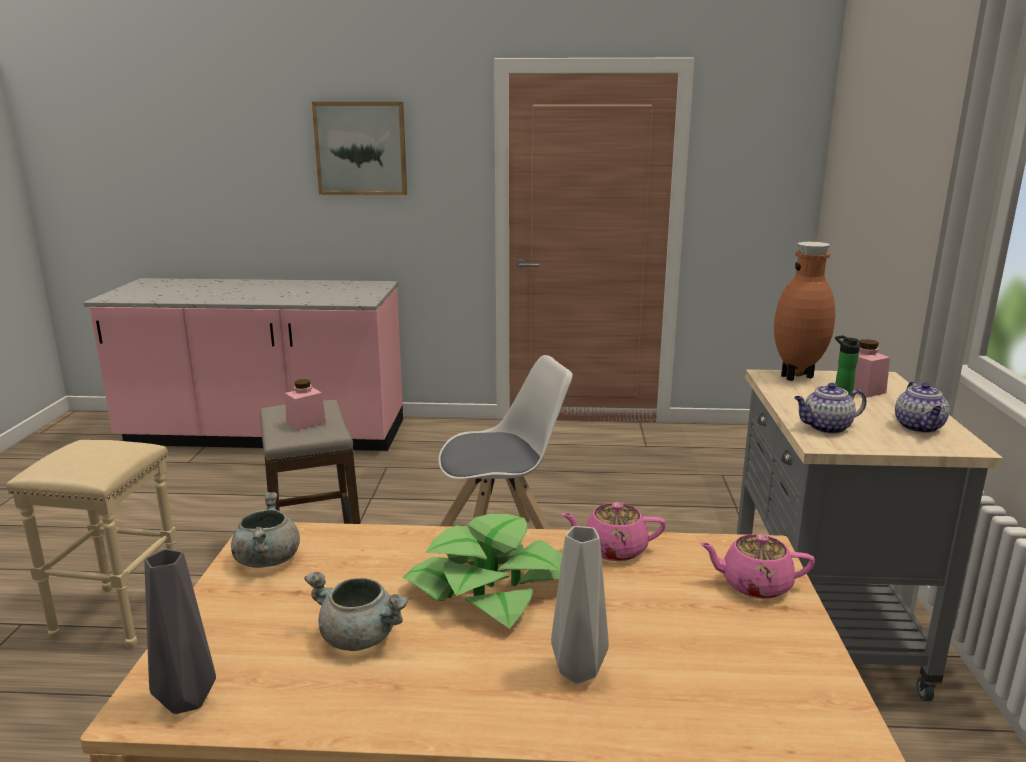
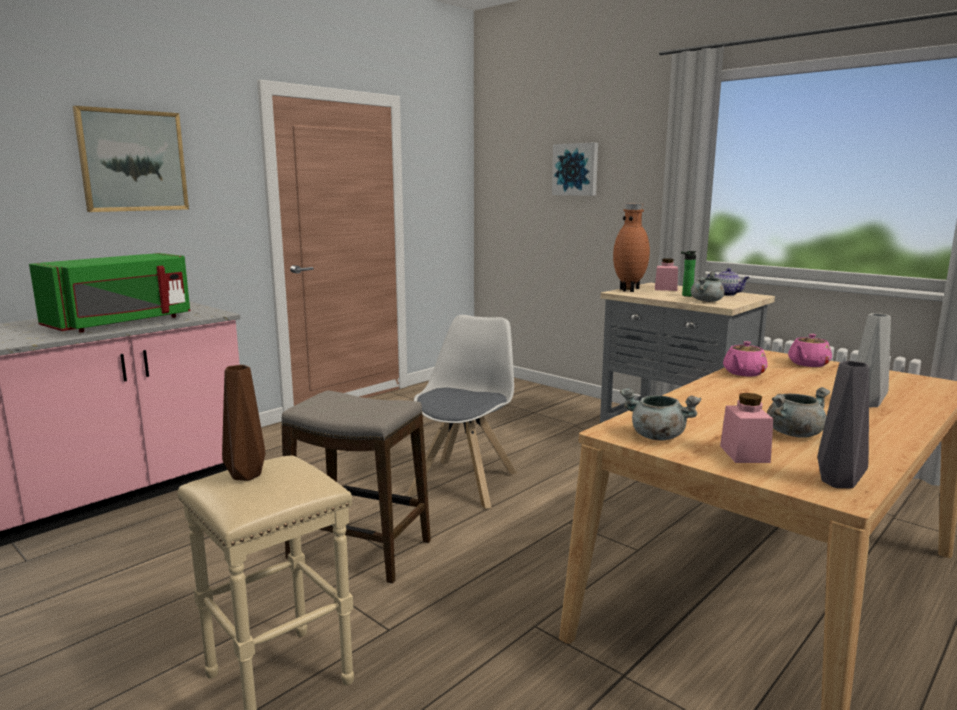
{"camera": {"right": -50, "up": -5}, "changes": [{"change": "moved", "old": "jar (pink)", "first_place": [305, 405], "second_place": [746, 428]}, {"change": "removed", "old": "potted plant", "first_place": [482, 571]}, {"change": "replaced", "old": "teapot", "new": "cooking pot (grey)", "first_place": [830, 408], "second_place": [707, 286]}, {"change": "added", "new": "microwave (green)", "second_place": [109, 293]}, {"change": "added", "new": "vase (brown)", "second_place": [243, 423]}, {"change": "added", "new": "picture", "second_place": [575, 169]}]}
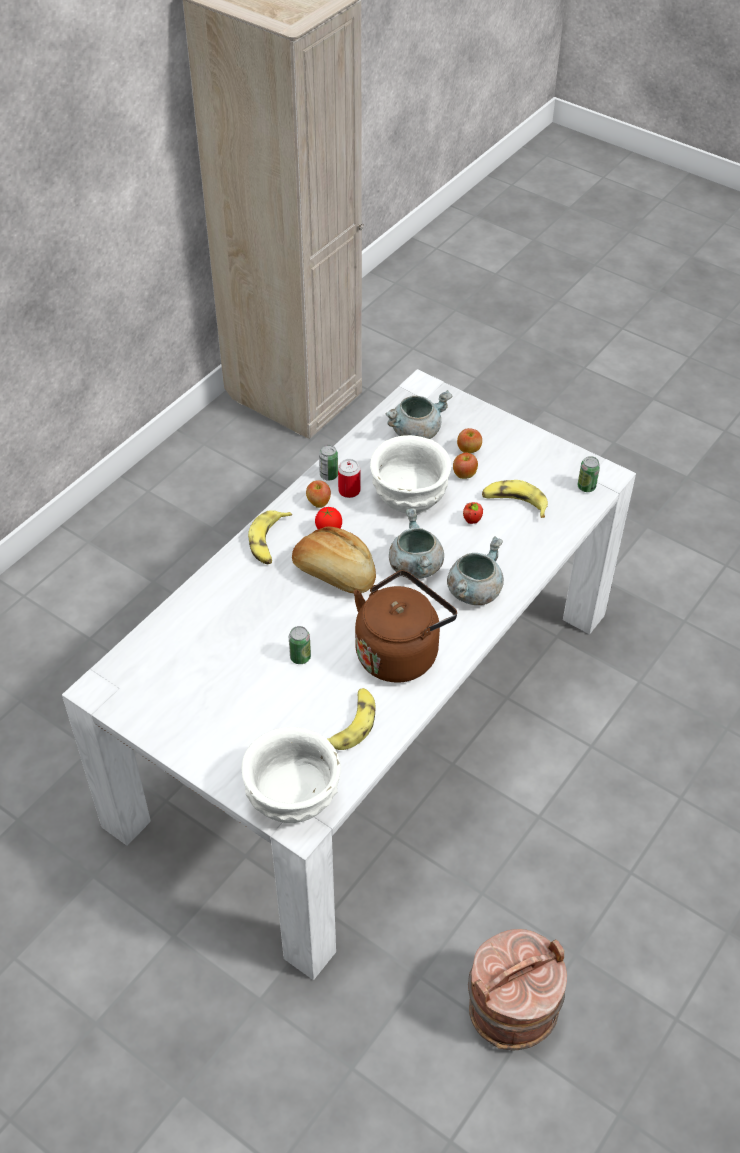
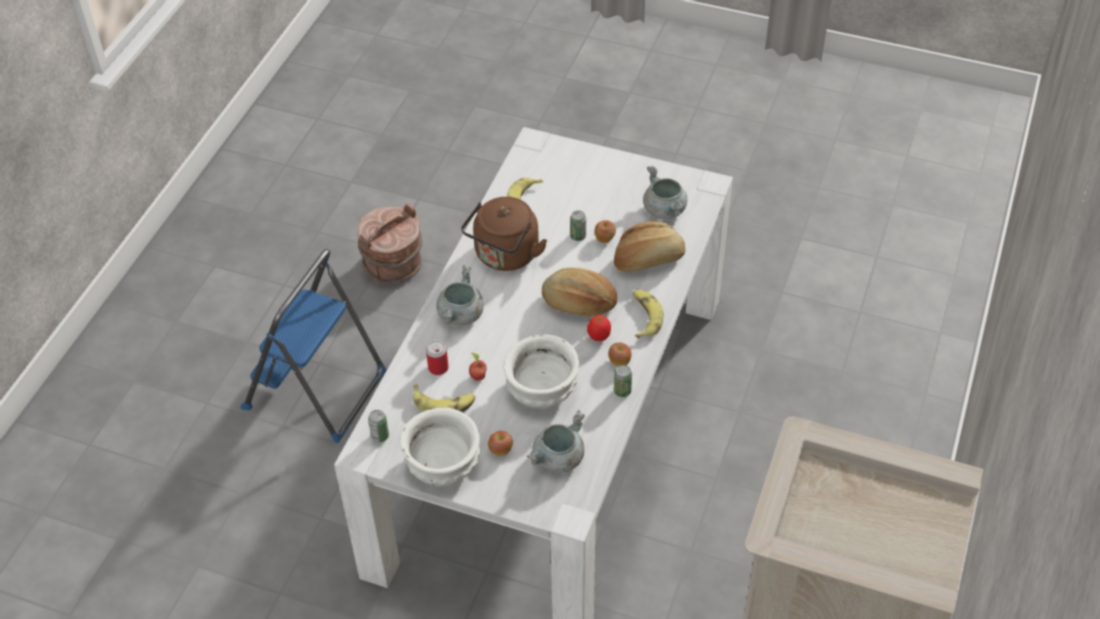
{"camera": {"right": 165, "up": 0}, "changes": [{"change": "moved", "old": "bowl (white)", "first_place": [291, 775], "second_place": [440, 447]}, {"change": "moved", "old": "can", "first_place": [349, 478], "second_place": [437, 357]}, {"change": "moved", "old": "cooking pot (grey)", "first_place": [416, 543], "second_place": [665, 192]}, {"change": "moved", "old": "apple", "first_place": [465, 466], "second_place": [605, 231]}, {"change": "added", "new": "step ladder (blue)", "second_place": [314, 346]}, {"change": "added", "new": "bread", "second_place": [649, 246]}]}
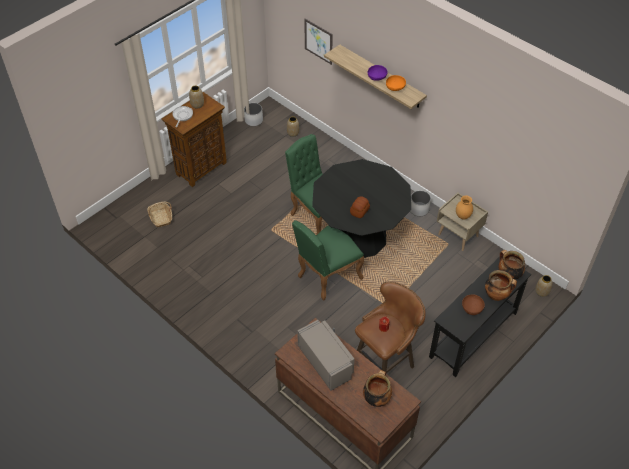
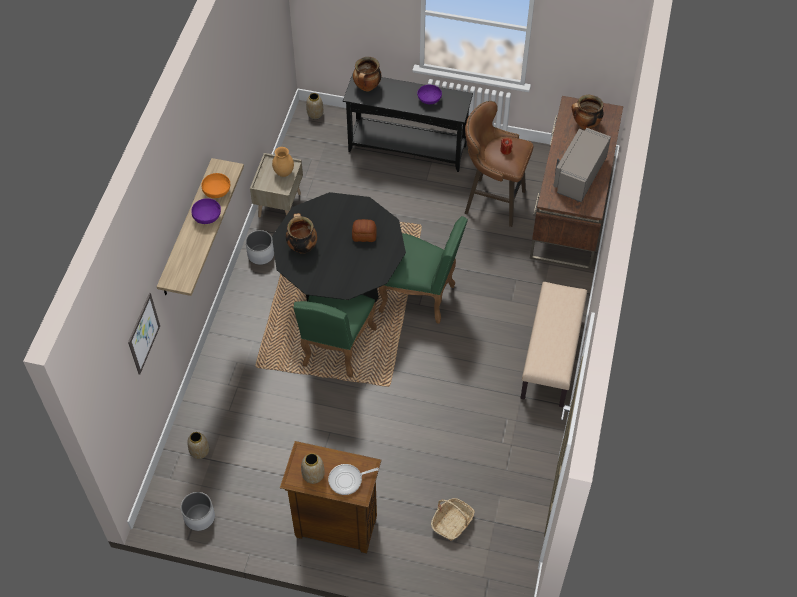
{"camera": {"right": -120, "up": 5}, "changes": [{"change": "recoloured", "old": "bowl (brown)", "new": "bowl (purple)", "first_place": [473, 304], "second_place": [429, 94]}, {"change": "moved", "old": "cooking pot", "first_place": [501, 285], "second_place": [301, 233]}, {"change": "added", "new": "bench (beige)", "second_place": [554, 344]}]}
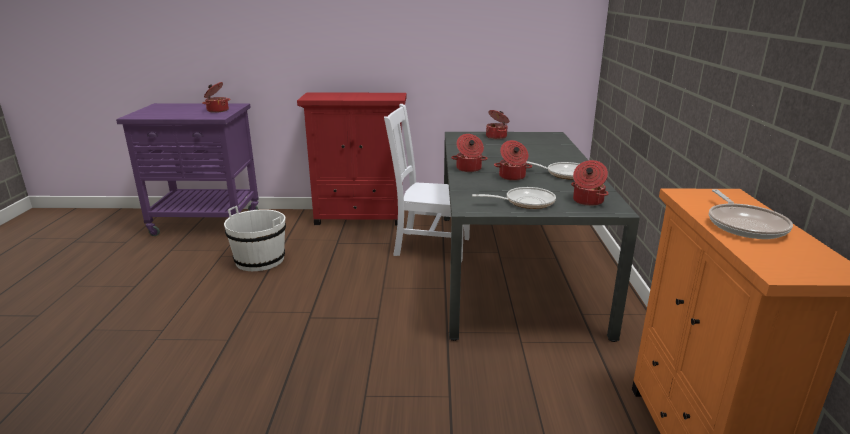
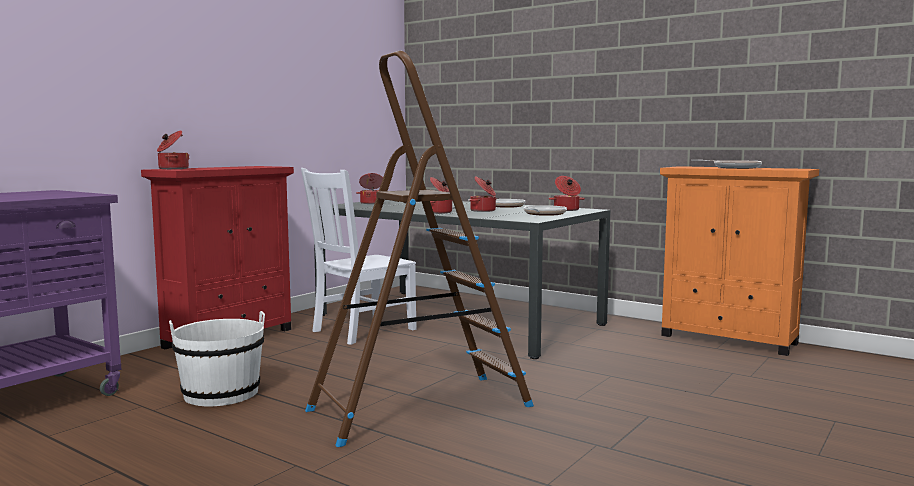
{"camera": {"right": -55, "up": -15}, "changes": [{"change": "moved", "old": "cooking pot", "first_place": [216, 97], "second_place": [173, 149]}, {"change": "added", "new": "step ladder (brown)", "second_place": [419, 249]}]}
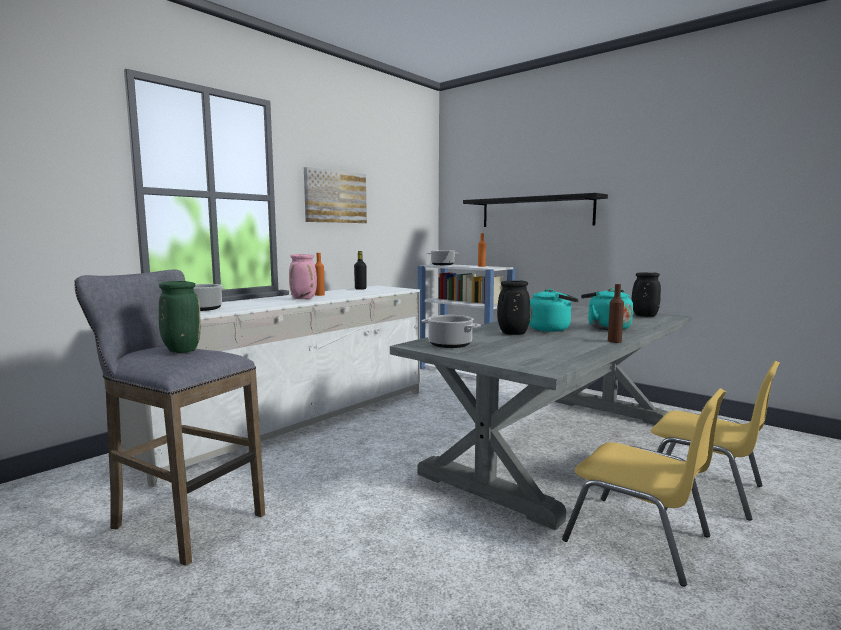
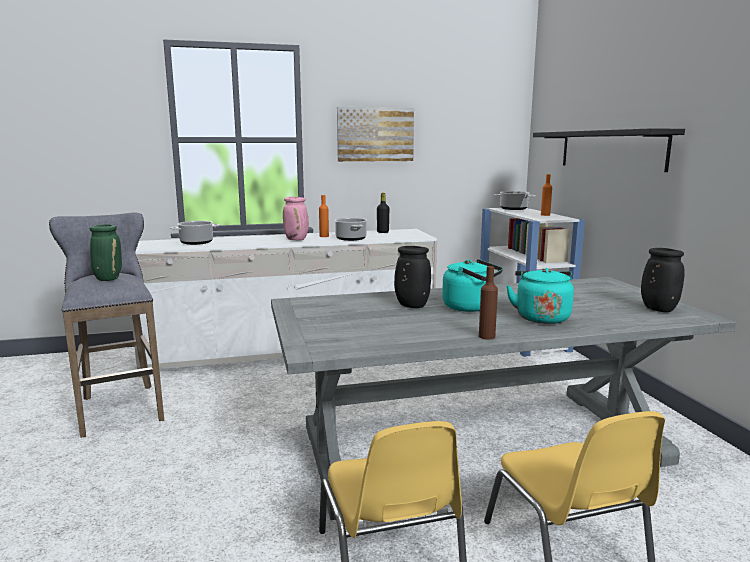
{"camera": {"right": 35, "up": 5}, "changes": [{"change": "moved", "old": "cooking pot", "first_place": [451, 331], "second_place": [350, 229]}]}
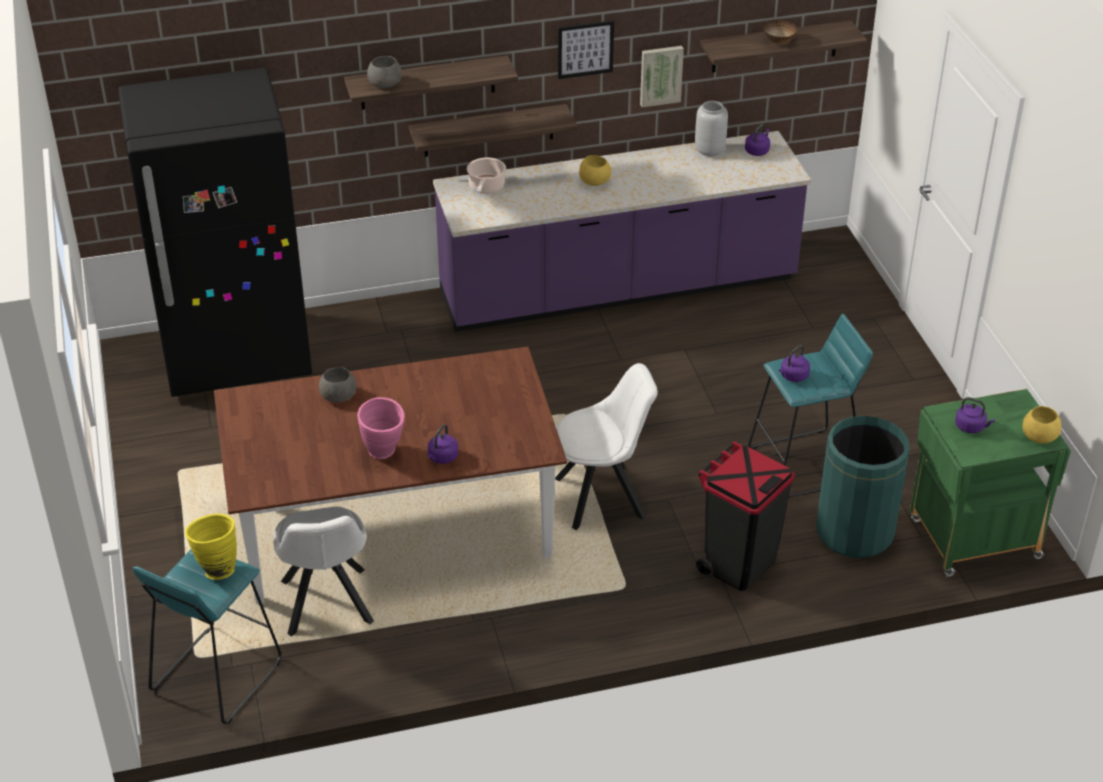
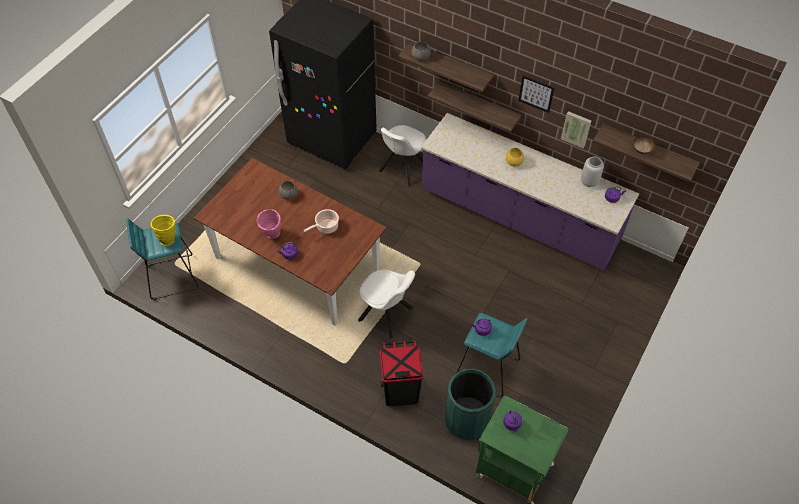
{"camera": {"right": 45, "up": 15}, "changes": [{"change": "moved", "old": "chair (white)", "first_place": [324, 572], "second_place": [402, 156]}, {"change": "moved", "old": "cooking pot", "first_place": [486, 176], "second_place": [321, 221]}, {"change": "removed", "old": "bowl (yellow)", "first_place": [1042, 424]}]}
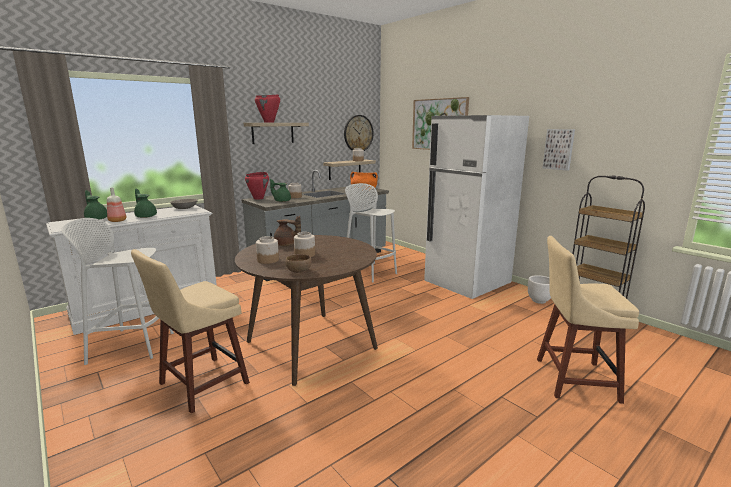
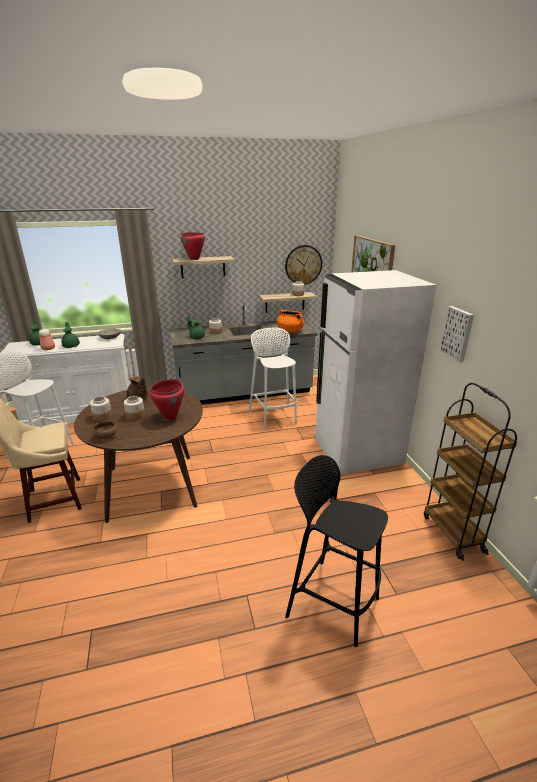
{"camera": {"right": 25, "up": 10}, "changes": [{"change": "moved", "old": "cooking pot (red)", "first_place": [257, 186], "second_place": [167, 399]}, {"change": "removed", "old": "planter (white)", "first_place": [539, 289]}, {"change": "replaced", "old": "chair (beige)", "new": "stool (black)", "first_place": [588, 320], "second_place": [336, 551]}]}
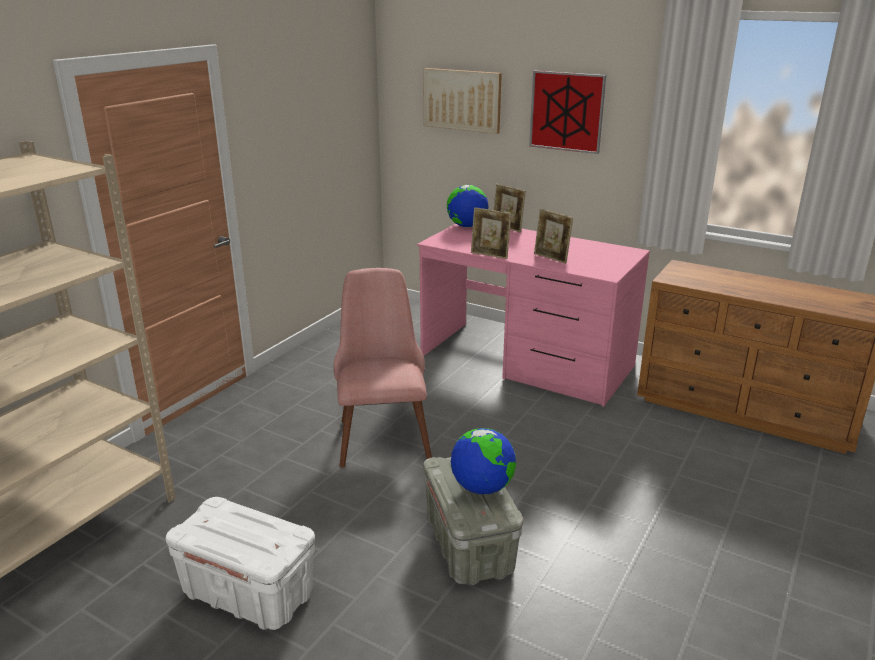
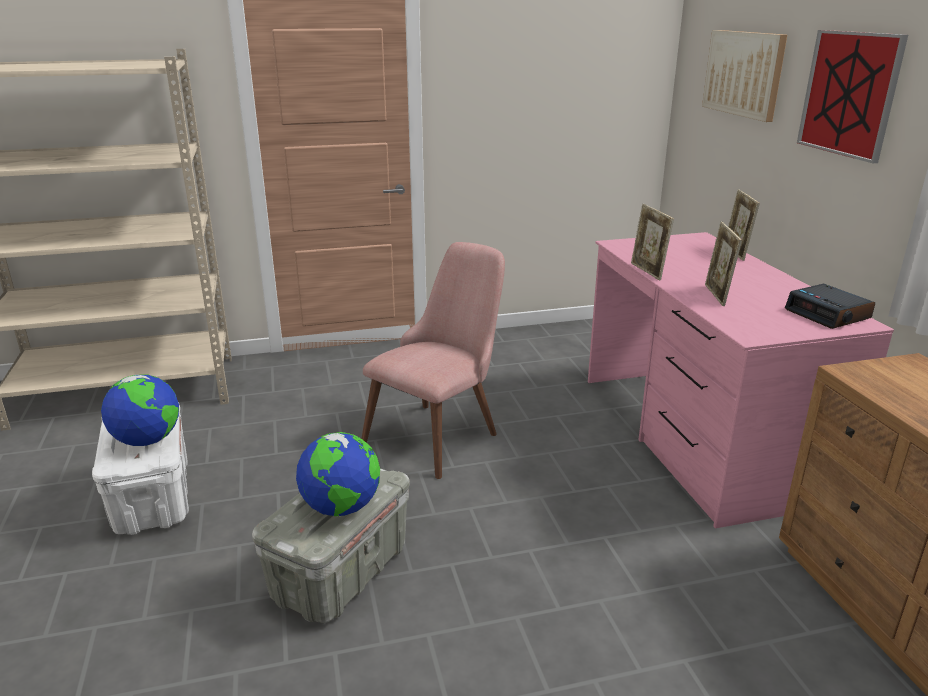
{"camera": {"right": 45, "up": 0}, "changes": [{"change": "moved", "old": "globe", "first_place": [467, 206], "second_place": [140, 410]}, {"change": "added", "new": "alarm clock", "second_place": [830, 306]}]}
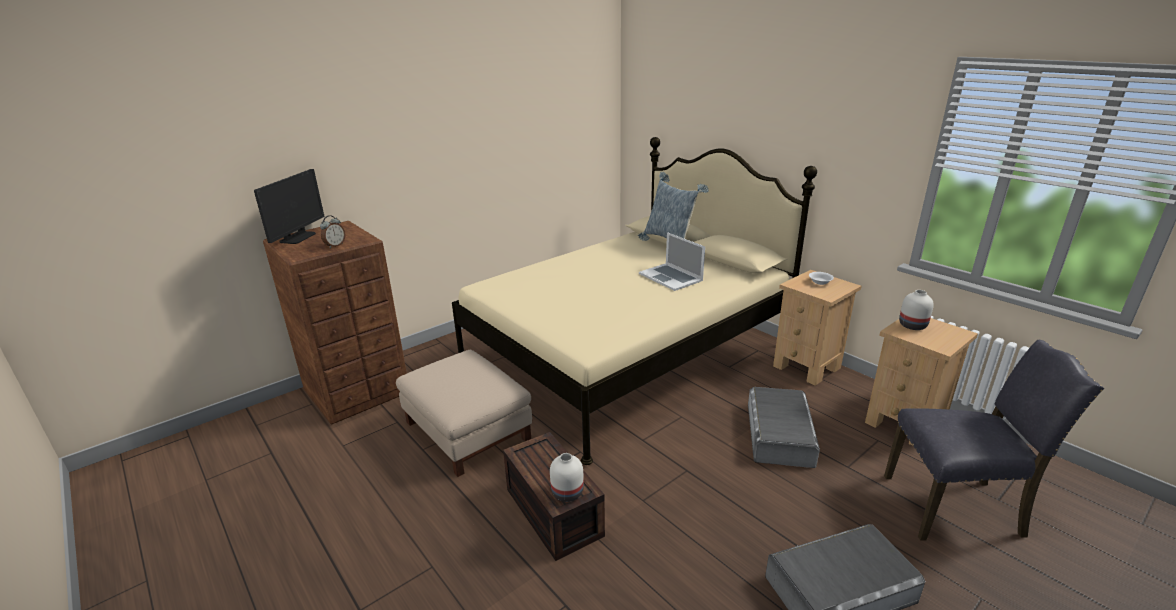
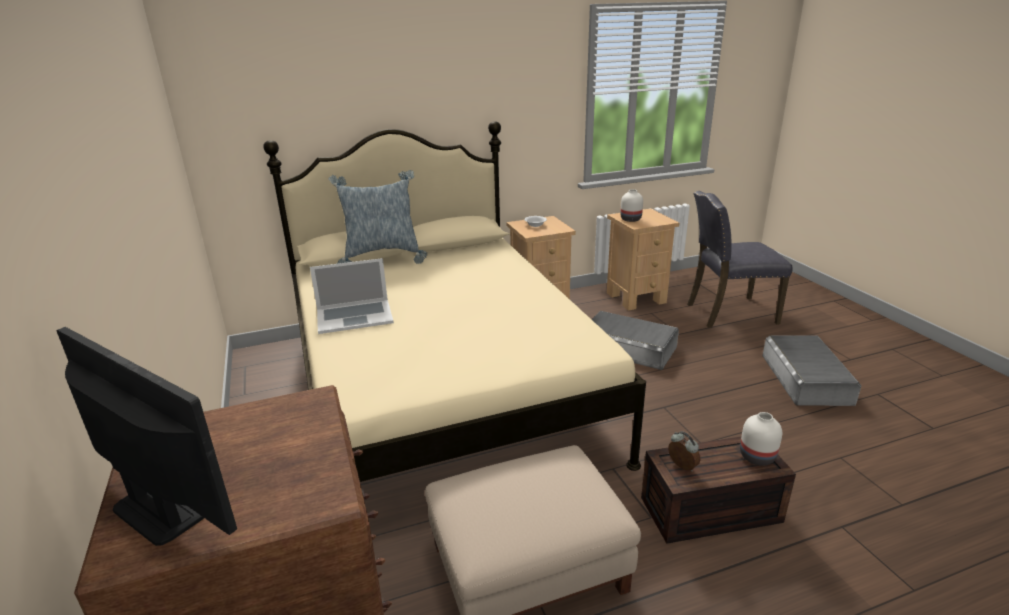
{"camera": {"right": -70, "up": 0}, "changes": [{"change": "moved", "old": "alarm clock", "first_place": [333, 231], "second_place": [684, 451]}, {"change": "moved", "old": "laptop", "first_place": [672, 261], "second_place": [352, 296]}, {"change": "turned", "old": "chair (grey)", "first_place": [994, 440], "second_place": [739, 259], "degrees": -120}]}
